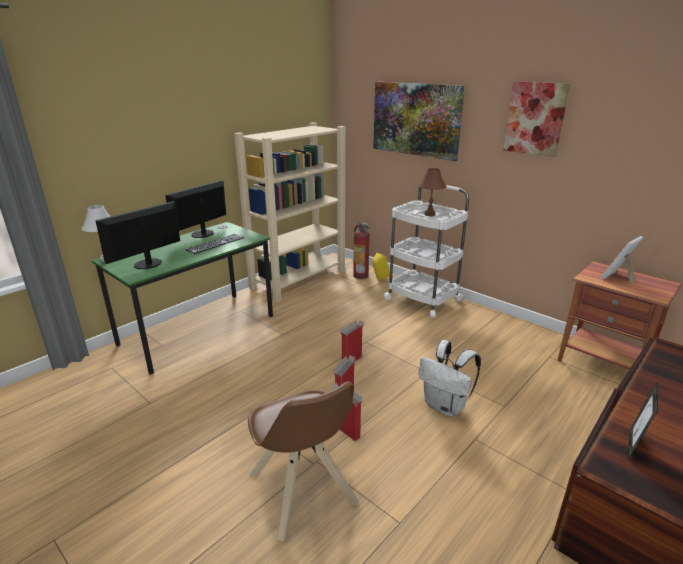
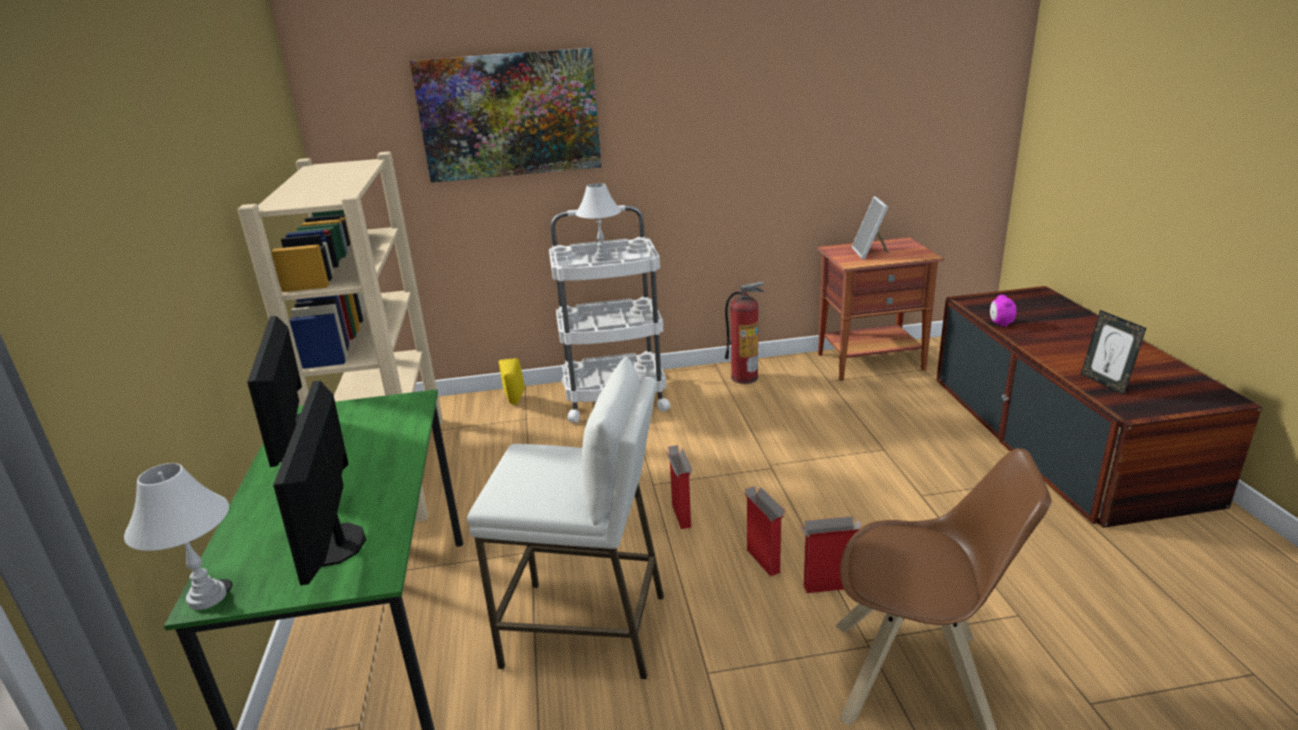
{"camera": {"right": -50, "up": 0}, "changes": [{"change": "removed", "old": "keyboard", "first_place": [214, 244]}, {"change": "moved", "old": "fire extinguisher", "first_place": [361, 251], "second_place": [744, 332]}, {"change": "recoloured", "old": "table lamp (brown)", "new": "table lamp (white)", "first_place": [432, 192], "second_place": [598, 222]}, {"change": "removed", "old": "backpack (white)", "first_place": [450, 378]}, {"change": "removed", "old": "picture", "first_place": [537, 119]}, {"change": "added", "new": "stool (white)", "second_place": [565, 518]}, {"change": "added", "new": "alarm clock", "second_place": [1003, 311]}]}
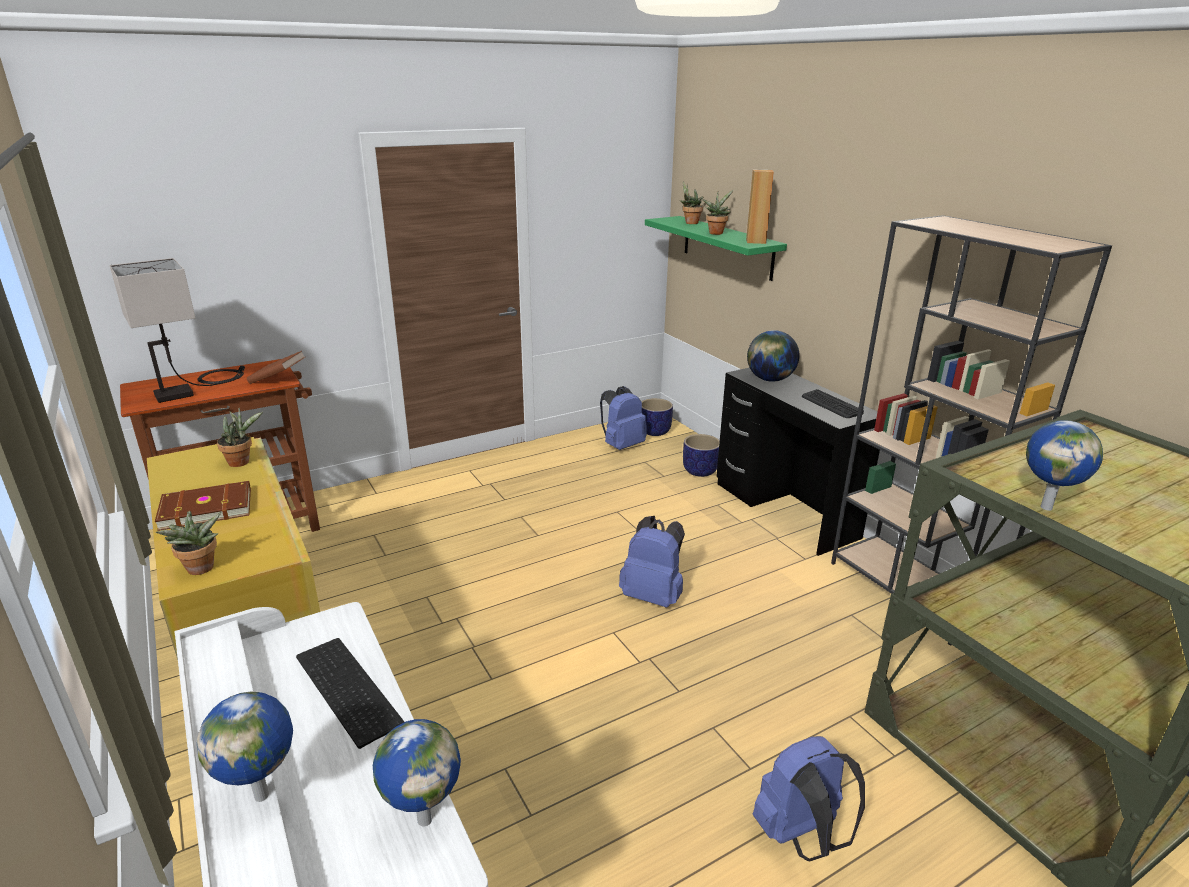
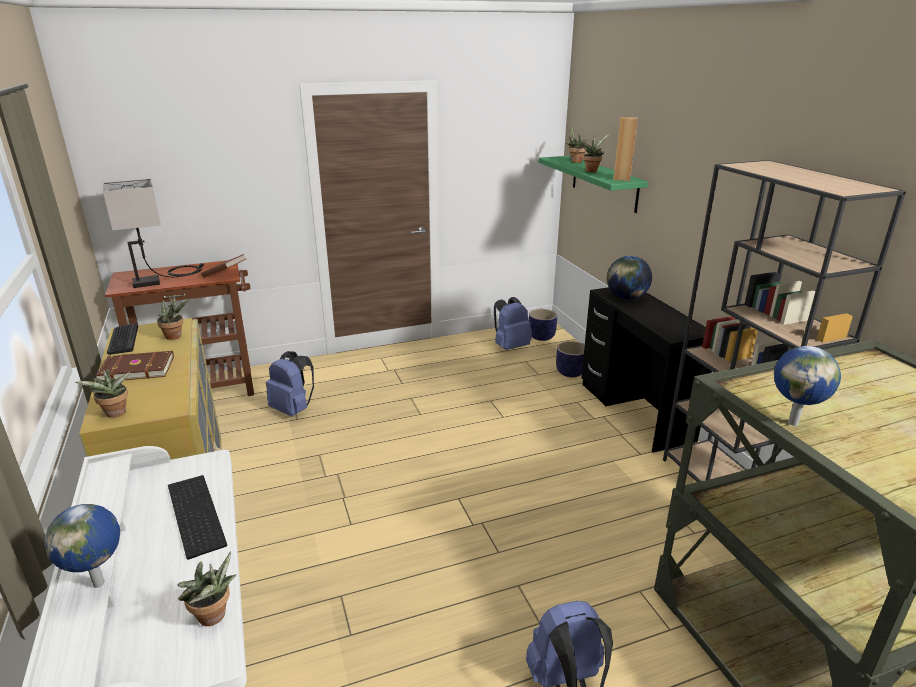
{"camera": {"right": 10, "up": 0}, "changes": [{"change": "replaced", "old": "globe", "new": "potted plant", "first_place": [417, 772], "second_place": [207, 588]}, {"change": "moved", "old": "backpack (blue)", "first_place": [652, 562], "second_place": [290, 383]}, {"change": "moved", "old": "keyboard", "first_place": [833, 403], "second_place": [122, 339]}]}
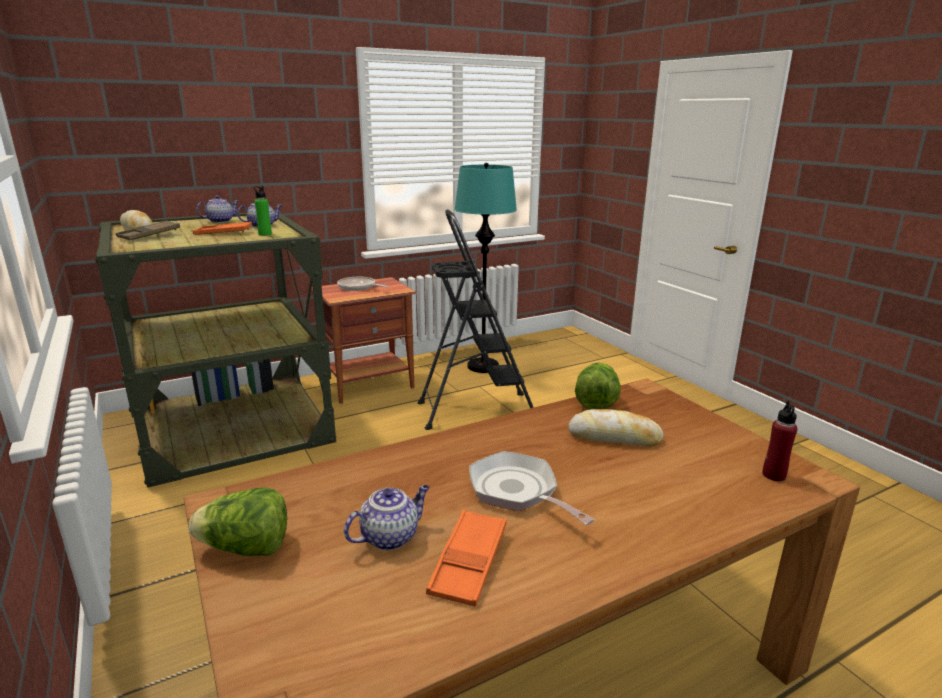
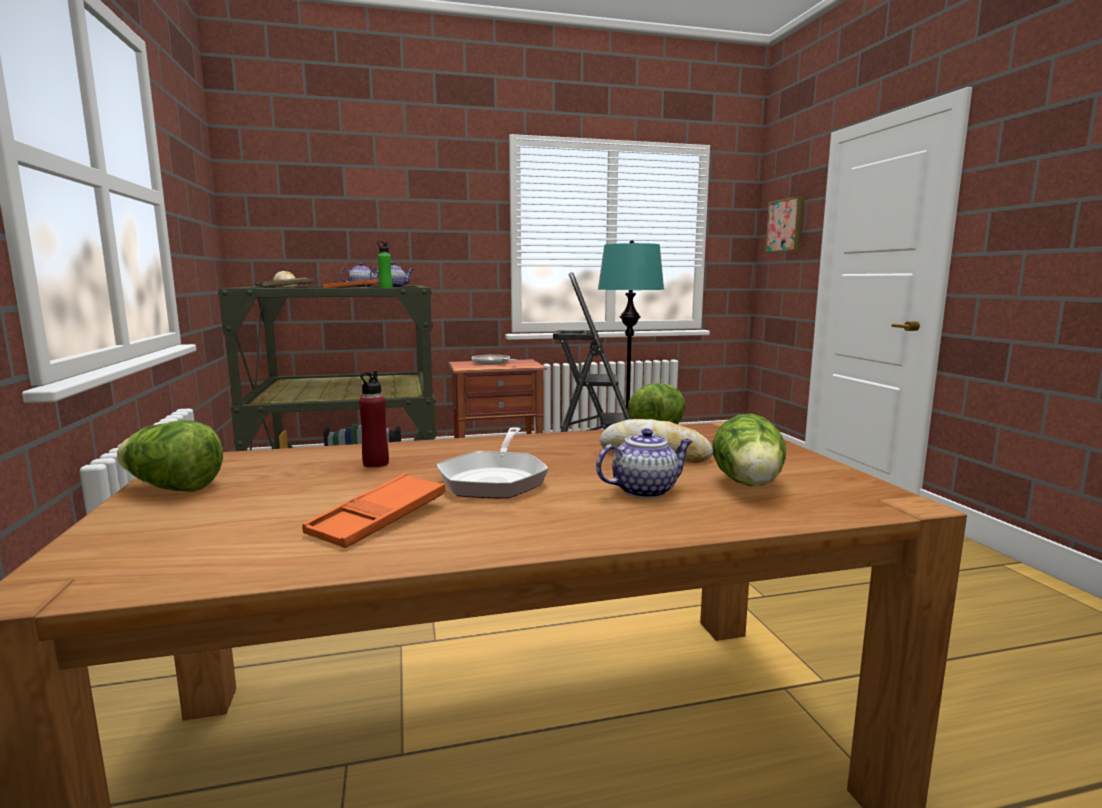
{"camera": {"right": 15, "up": -10}, "changes": [{"change": "moved", "old": "teapot", "first_place": [387, 517], "second_place": [644, 463]}, {"change": "turned", "old": "frying pan", "first_place": [532, 488], "second_place": [493, 462], "degrees": -150}, {"change": "moved", "old": "bottle (red)", "first_place": [779, 440], "second_place": [374, 419]}, {"change": "added", "new": "lettuce", "second_place": [749, 450]}, {"change": "added", "new": "picture", "second_place": [785, 224]}]}
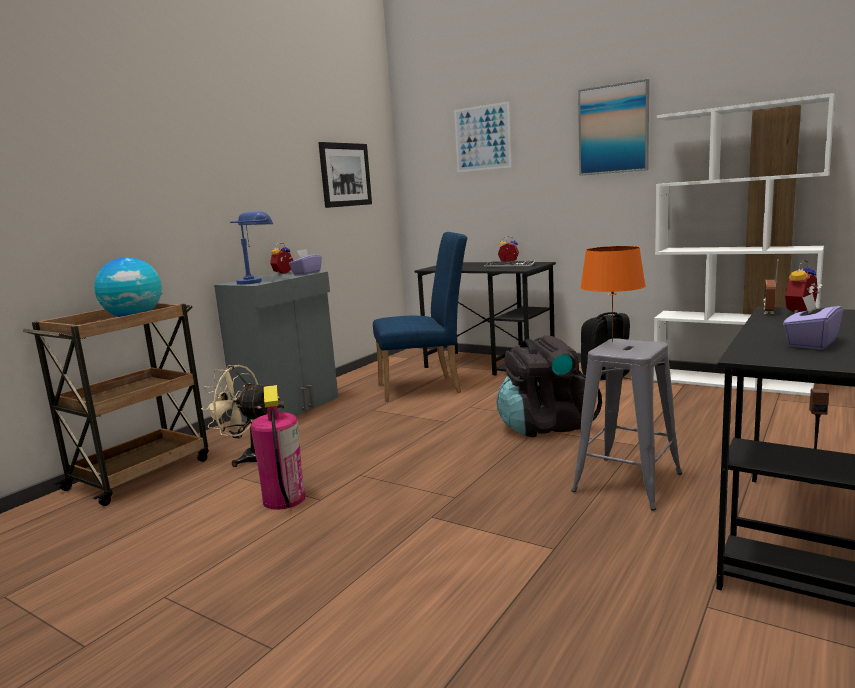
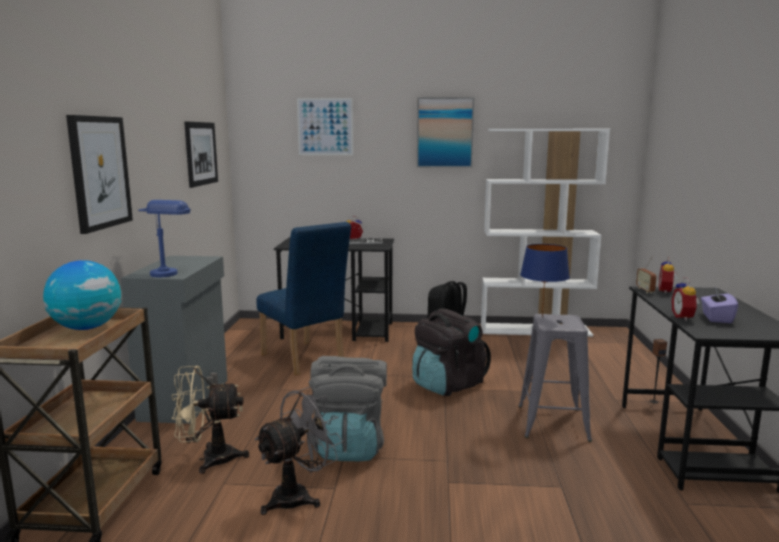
{"camera": {"right": -30, "up": 0}, "changes": [{"change": "replaced", "old": "fire extinguisher", "new": "fan (grey)", "first_place": [277, 447], "second_place": [299, 450]}, {"change": "moved", "old": "alarm clock", "first_place": [282, 258], "second_place": [686, 299]}, {"change": "removed", "old": "tissue box (purple)", "first_place": [305, 262]}, {"change": "turned", "old": "chair (blue)", "first_place": [420, 317], "second_place": [303, 298], "degrees": 90}, {"change": "recoloured", "old": "table lamp (orange)", "new": "table lamp (blue)", "first_place": [613, 294], "second_place": [545, 281]}, {"change": "added", "new": "picture", "second_place": [99, 174]}, {"change": "added", "new": "backpack (grey)", "second_place": [348, 409]}]}
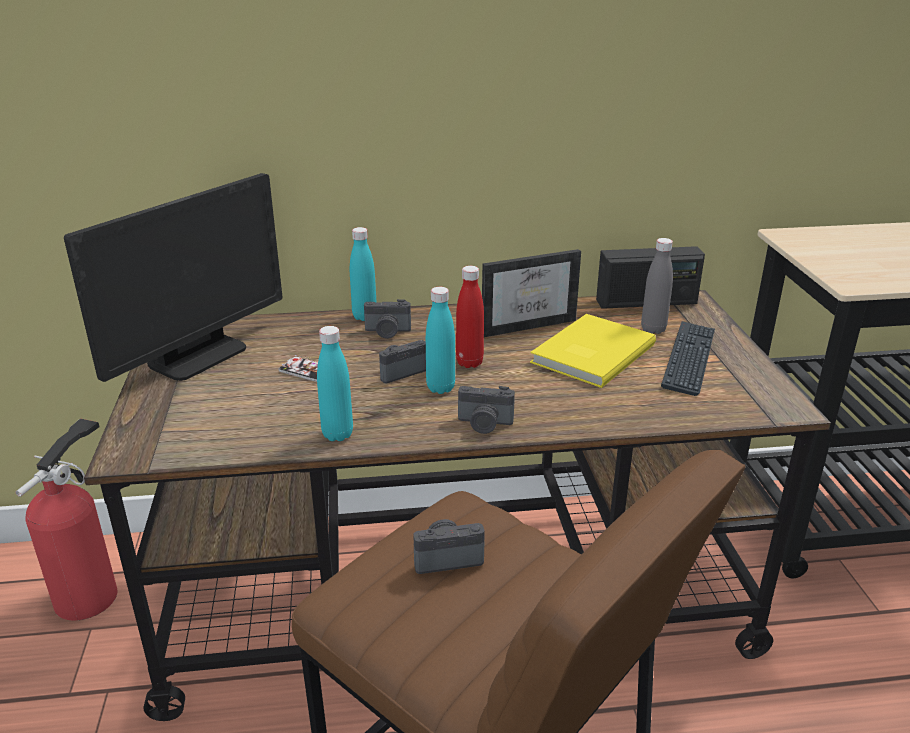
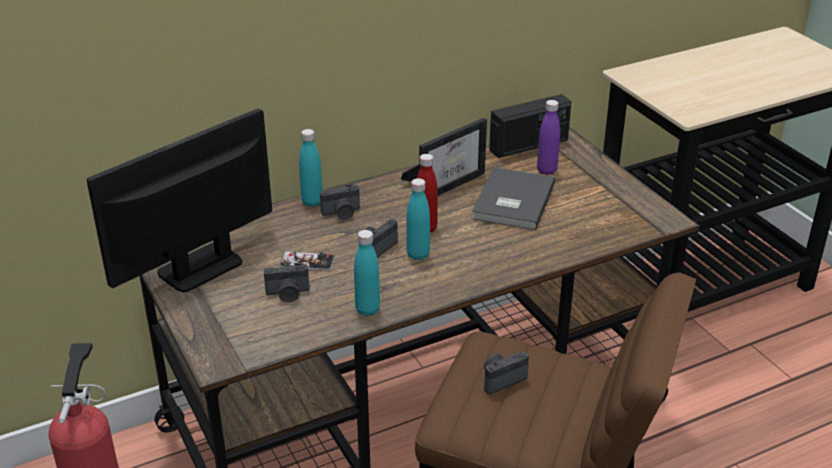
{"camera": {"right": -20, "up": 5}, "changes": [{"change": "turned", "old": "monitor", "first_place": [173, 277], "second_place": [179, 200], "degrees": -150}, {"change": "moved", "old": "photo camera", "first_place": [486, 410], "second_place": [286, 282]}, {"change": "recoloured", "old": "book (yellow)", "new": "book (grey)", "first_place": [593, 351], "second_place": [513, 198]}, {"change": "recoloured", "old": "bottle (grey)", "new": "bottle (purple)", "first_place": [657, 286], "second_place": [548, 137]}, {"change": "removed", "old": "keyboard", "first_place": [688, 358]}]}
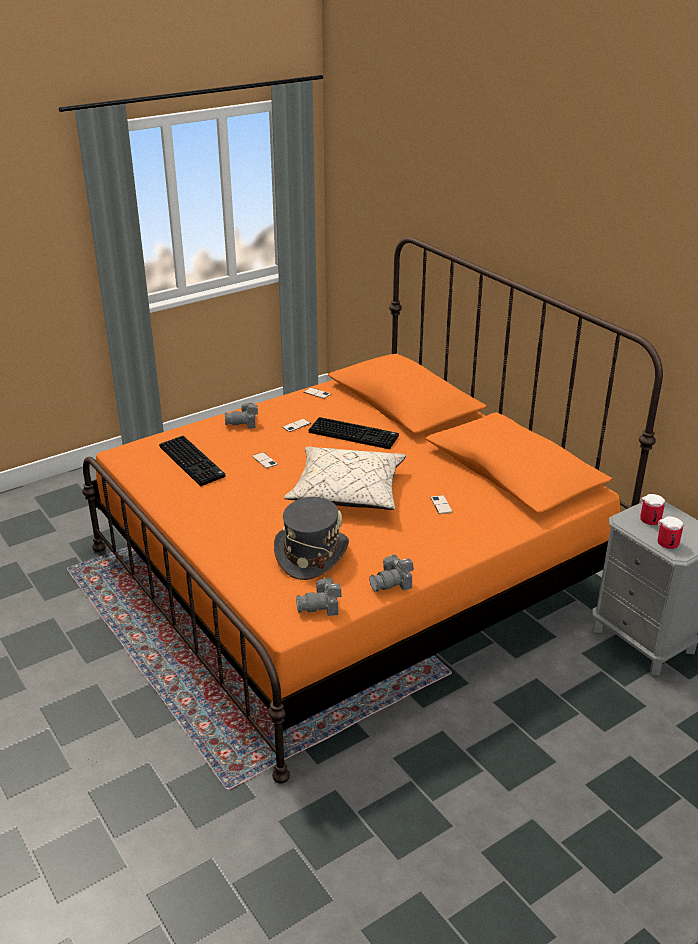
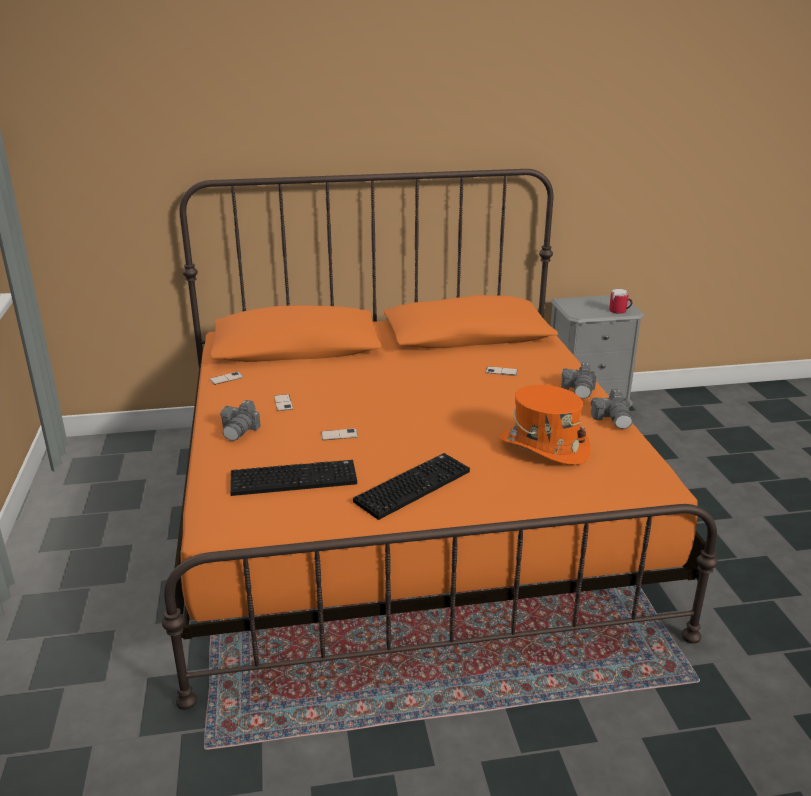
{"camera": {"right": -65, "up": -5}, "changes": [{"change": "recoloured", "old": "hat (grey)", "new": "hat (orange)", "first_place": [311, 538], "second_place": [545, 425]}, {"change": "removed", "old": "pillow (beige)", "first_place": [345, 478]}, {"change": "moved", "old": "photo camera", "first_place": [319, 596], "second_place": [579, 381]}, {"change": "moved", "old": "keyboard", "first_place": [354, 433], "second_place": [411, 486]}, {"change": "removed", "old": "mug", "first_place": [652, 509]}]}
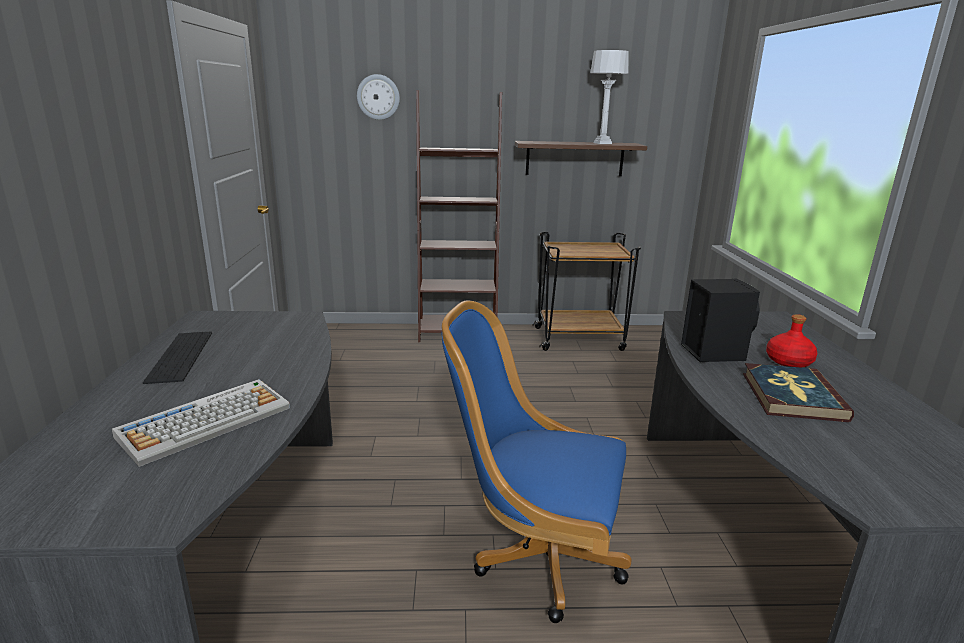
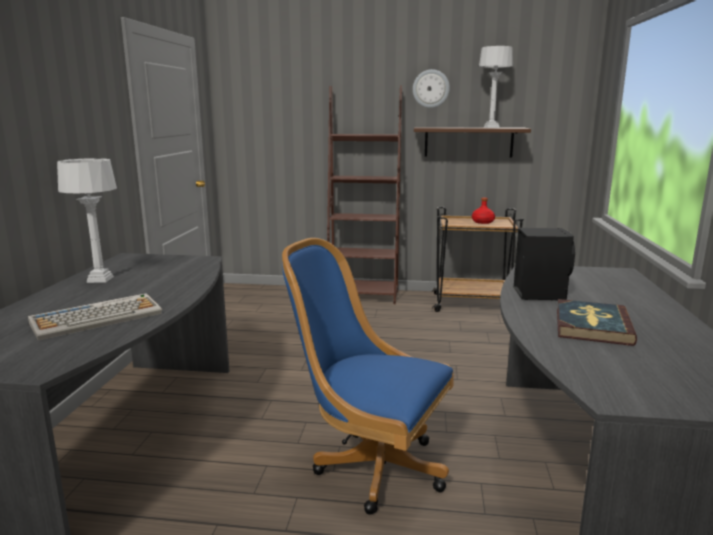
{"camera": {"right": 10, "up": -5}, "changes": [{"change": "replaced", "old": "keyboard", "new": "table lamp (grey)", "first_place": [177, 357], "second_place": [87, 220]}, {"change": "moved", "old": "wall clock", "first_place": [378, 97], "second_place": [431, 88]}, {"change": "moved", "old": "bottle (red)", "first_place": [792, 341], "second_place": [483, 210]}]}
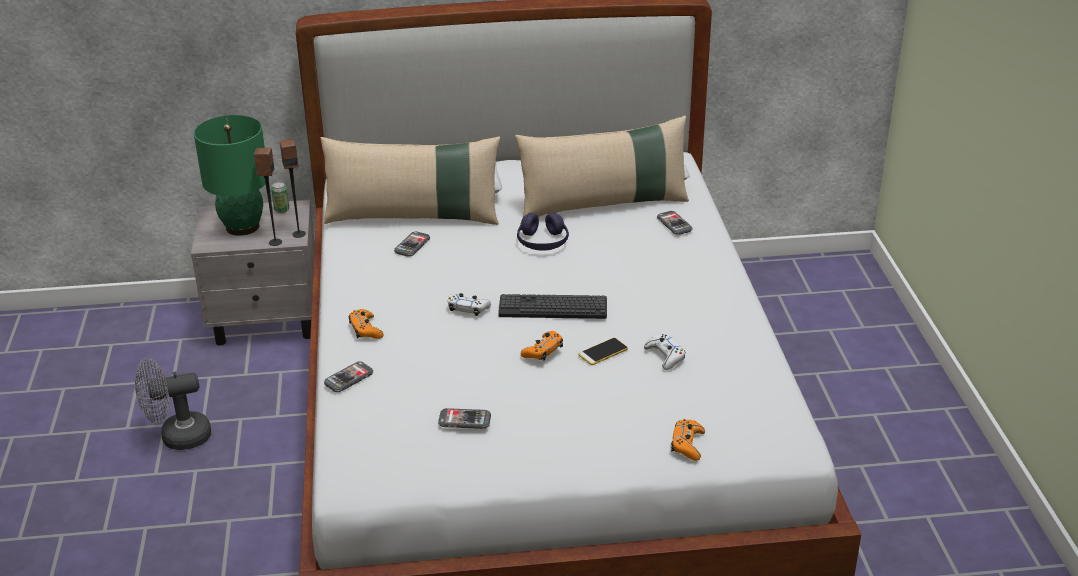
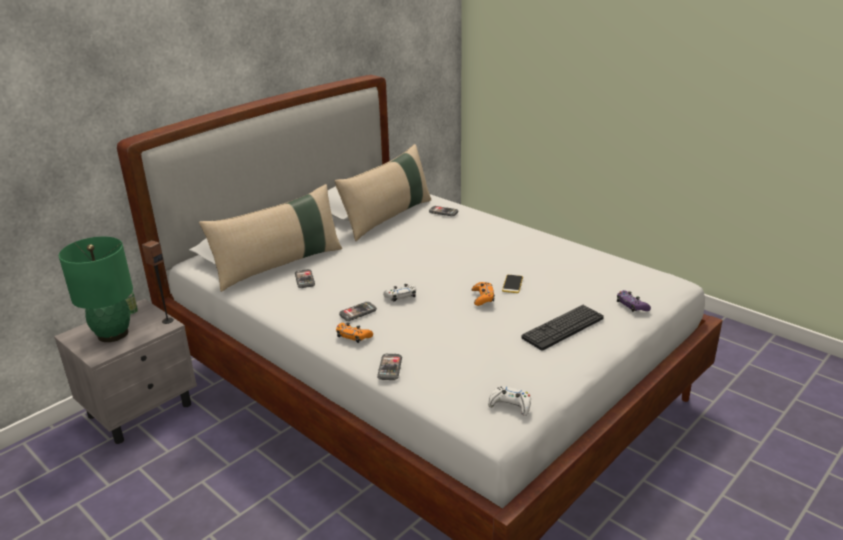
{"camera": {"right": -40, "up": -5}, "changes": [{"change": "removed", "old": "fan (grey)", "first_place": [173, 404]}, {"change": "removed", "old": "speaker", "first_place": [268, 197]}, {"change": "moved", "old": "phone", "first_place": [464, 418], "second_place": [358, 311]}, {"change": "moved", "old": "keyboard", "first_place": [552, 306], "second_place": [562, 328]}, {"change": "removed", "old": "headphones (purple)", "first_place": [543, 231]}, {"change": "moved", "old": "game controller (white)", "first_place": [664, 352], "second_place": [509, 401]}, {"change": "recoloured", "old": "game controller (orange)", "new": "game controller (purple)", "first_place": [688, 440], "second_place": [634, 301]}]}
